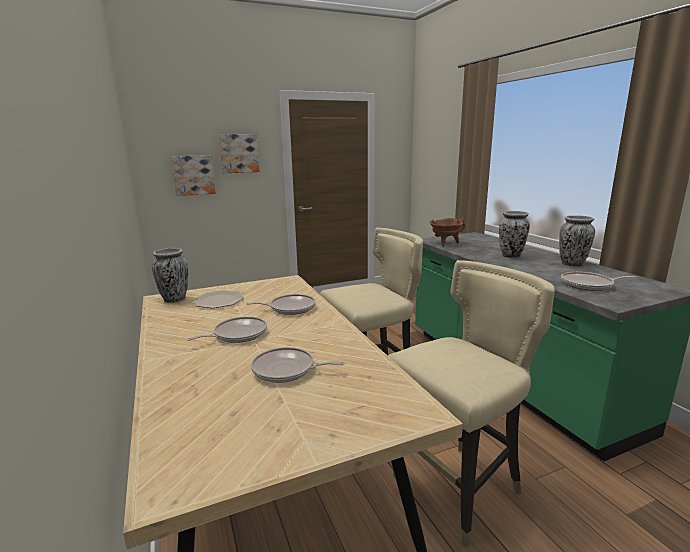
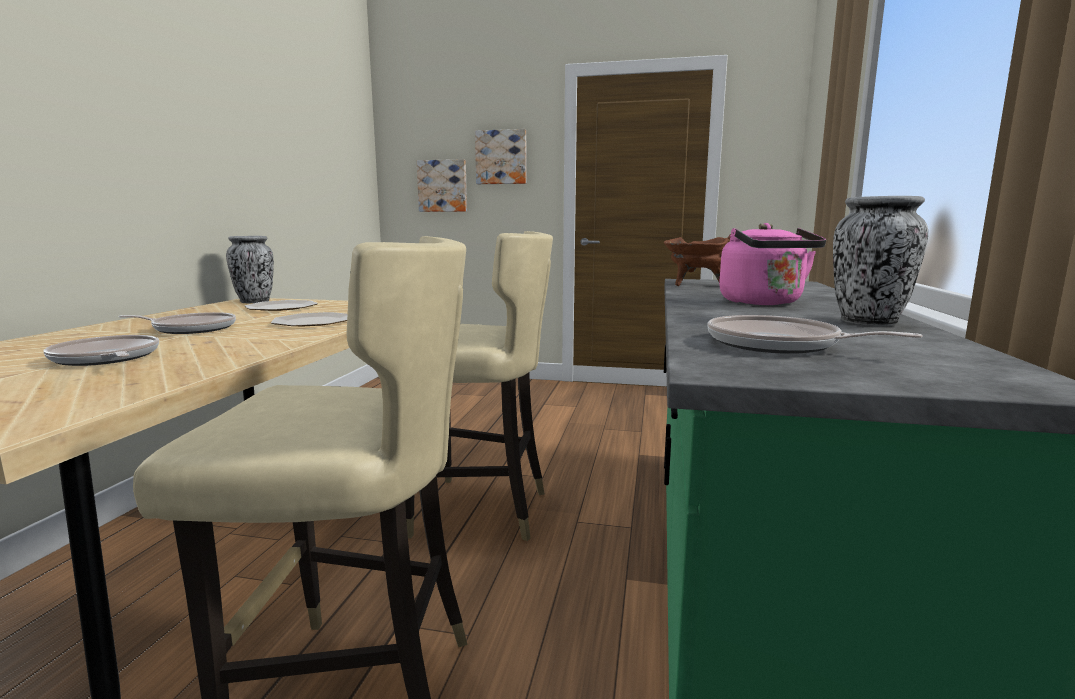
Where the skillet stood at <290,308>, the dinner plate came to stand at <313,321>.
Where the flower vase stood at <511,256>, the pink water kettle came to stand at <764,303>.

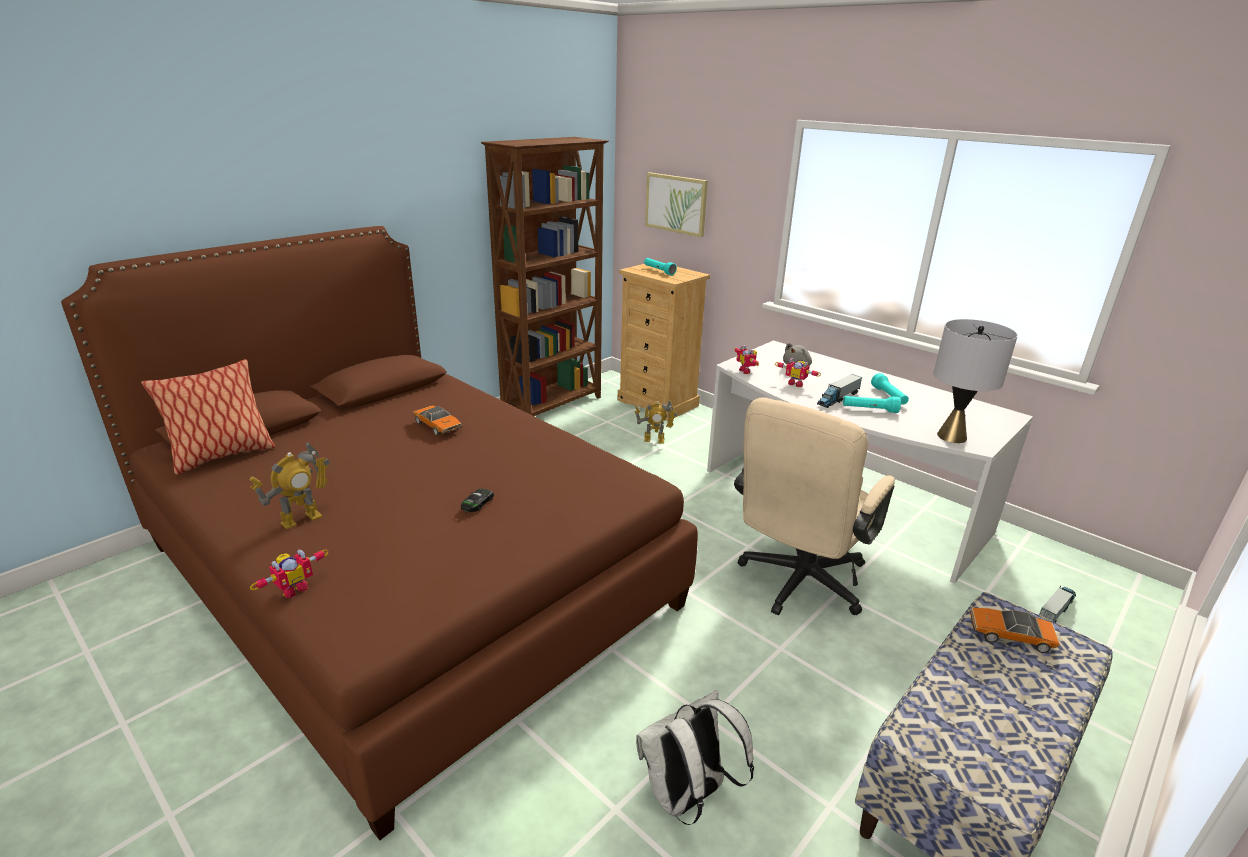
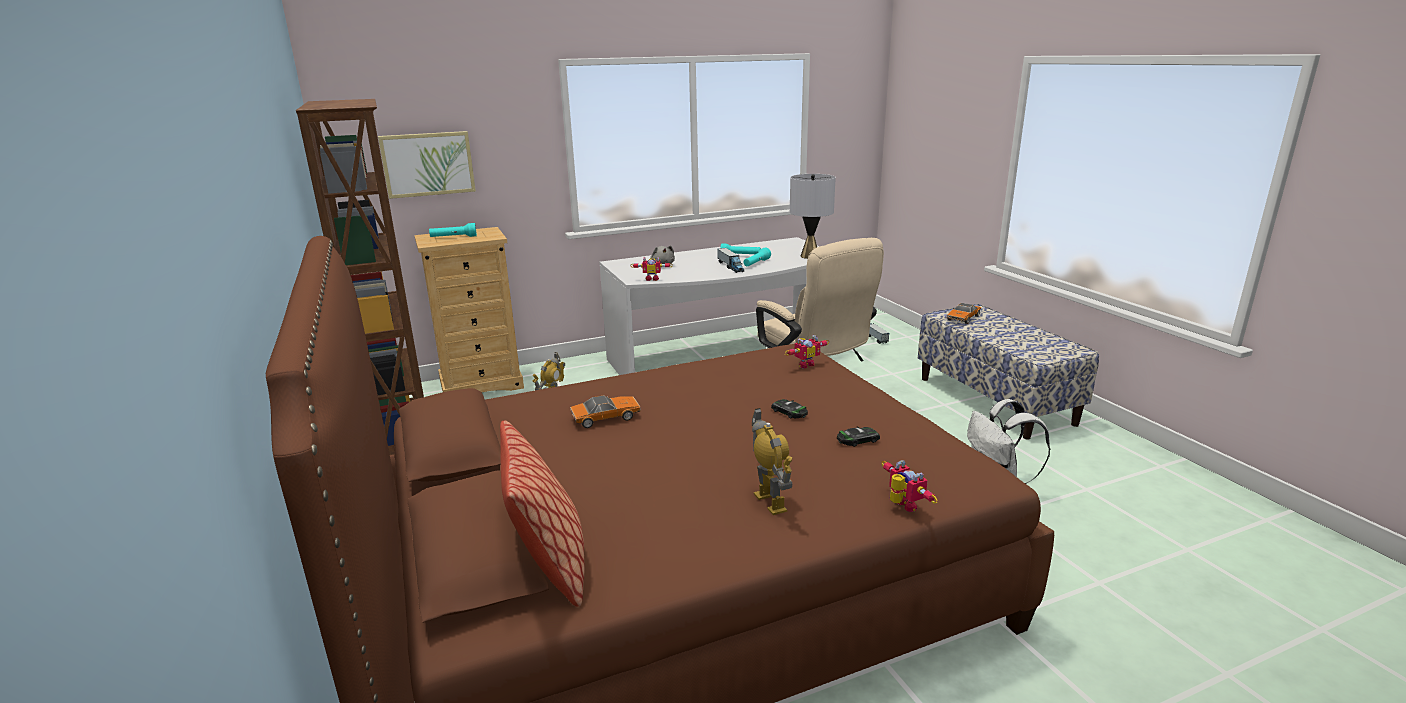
The second view gained the model car at <858,440>.
The toy robot ended up elsewhere, having gone from <796,383> to <804,364>.

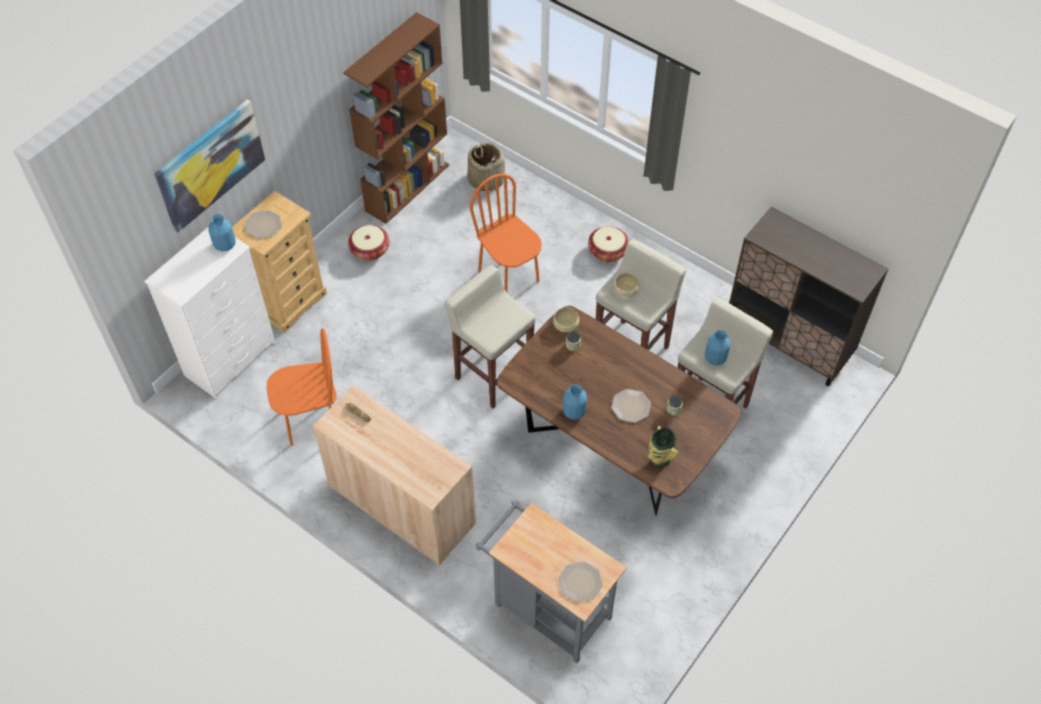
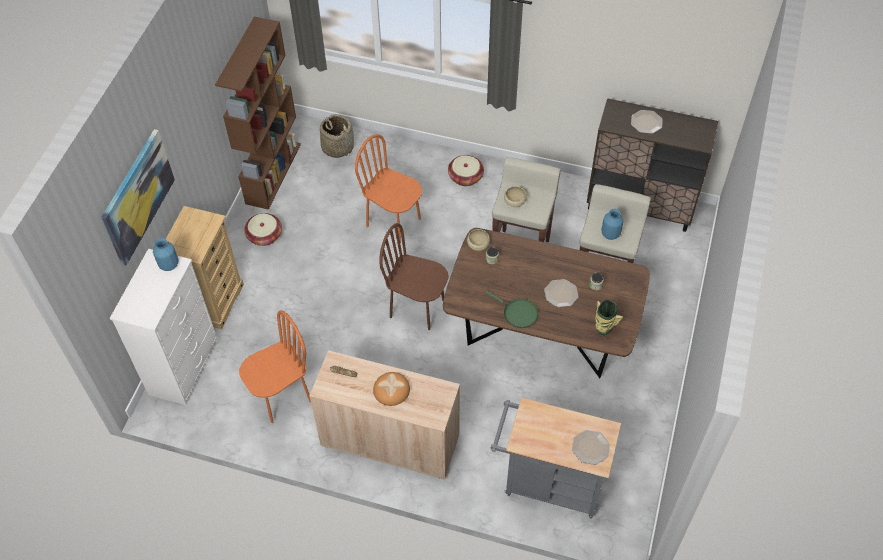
The second view gained the bakery bread at <391,389>.
The dinner plate ended up elsewhere, having gone from <263,225> to <646,122>.
Where the sand-coloured stool seat stood at <492,375>, the brown chair came to stand at <417,308>.
Where the blue flower vase stood at <574,412>, the green skillet came to stand at <518,313>.

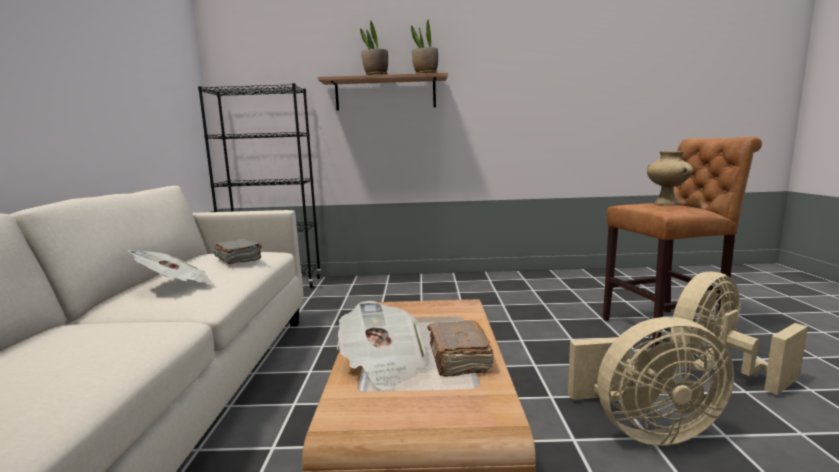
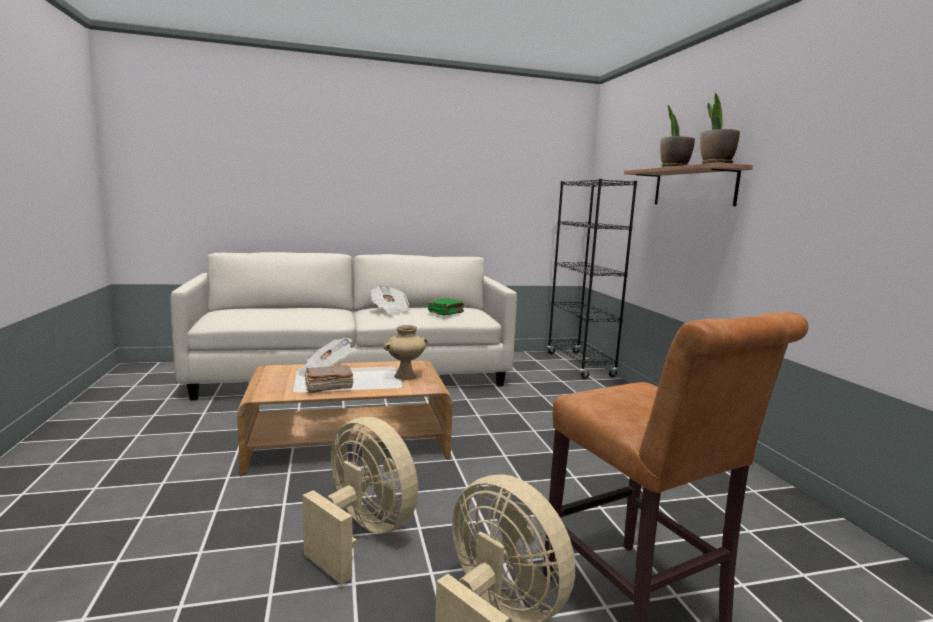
The sand-coloured flower vase ended up elsewhere, having gone from <667,203> to <405,376>.
What was the greyish book at <238,260> turned into the green book at <446,313>.
The sand-coloured fan at <644,429> ended up facing another way, 150 degrees clockwise from before.

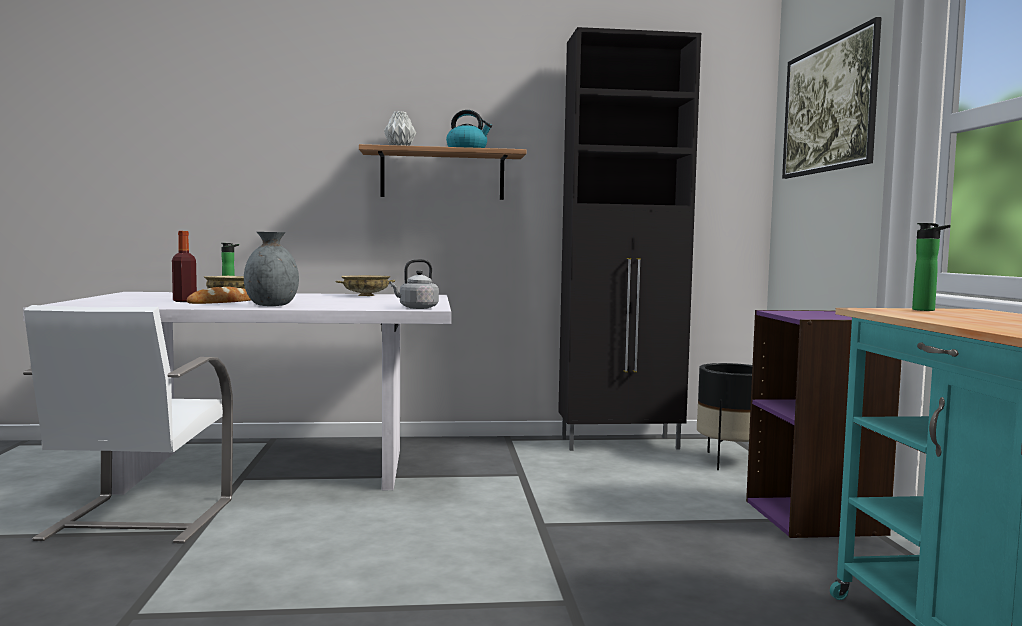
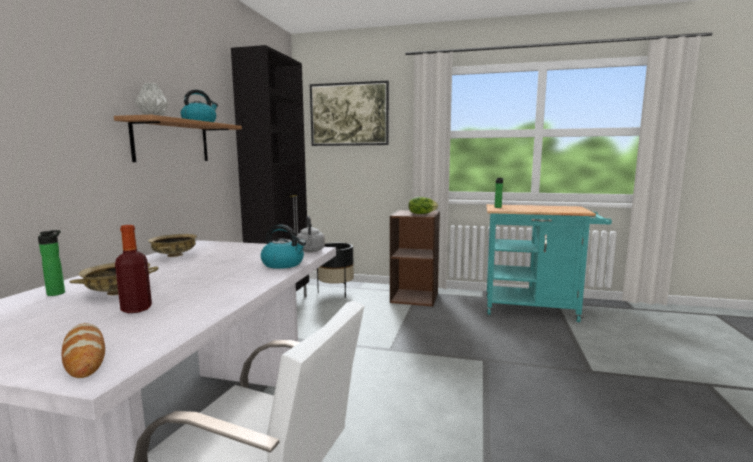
The second view lost the greyish flower vase at <271,305>.
The second view gained the water kettle at <283,264>.
The second view gained the head of lettuce at <421,214>.
The bakery bread ended up elsewhere, having gone from <222,302> to <84,355>.
What was the purple bookshelf at <815,517> turned into the brown bookshelf at <414,297>.

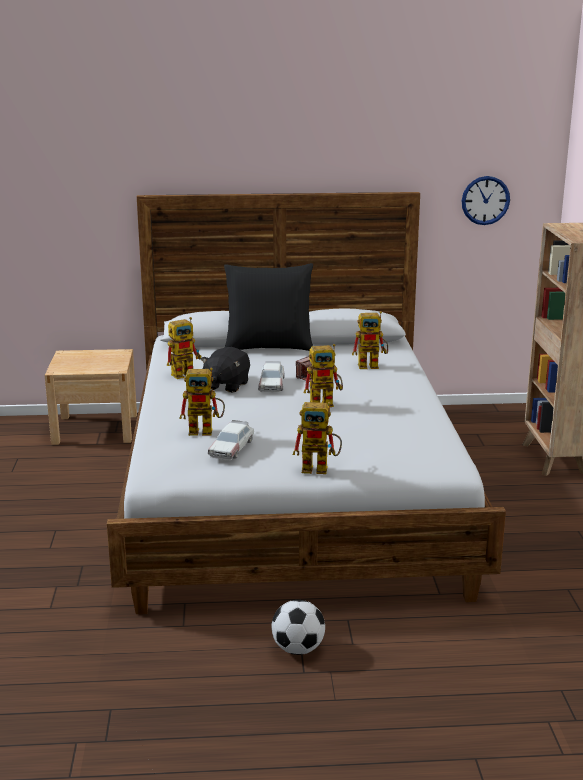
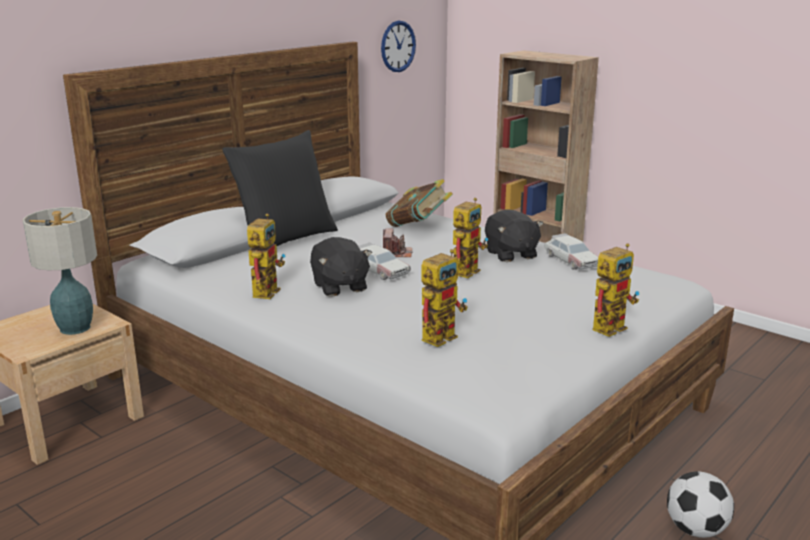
The second view gained the tabletop lamp at <74,328>.
The second view gained the black soft toy at <510,254>.
The model car ended up elsewhere, having gone from <231,448> to <571,260>.
Where the toy robot stood at <373,365>, the book came to stand at <418,227>.

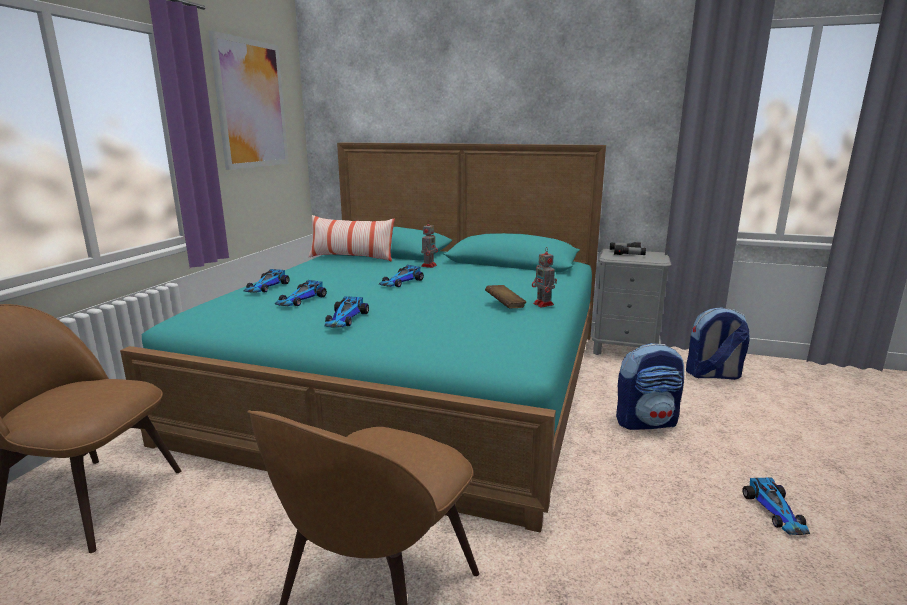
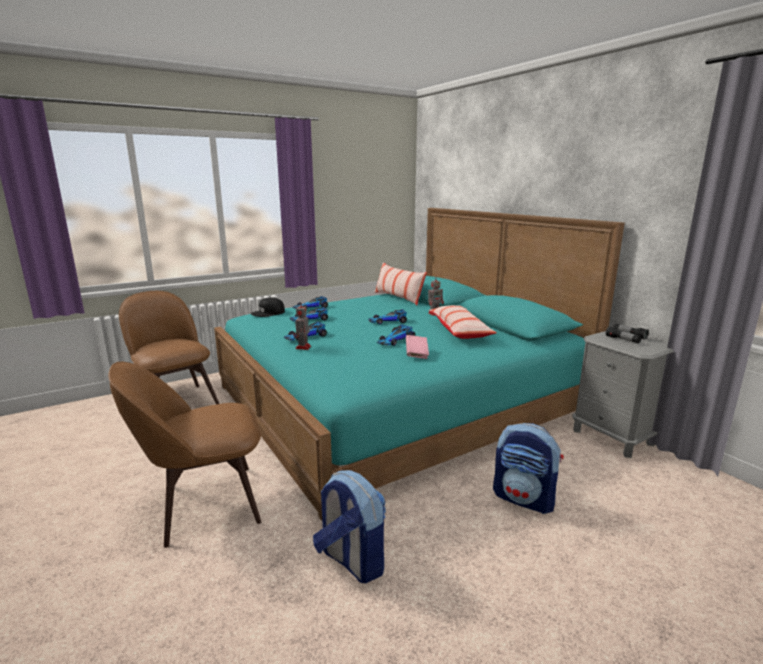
The second view lost the picture at <251,104>.
The second view gained the black peaked cap at <268,313>.
The second view gained the cushion at <459,330>.
The toy robot ended up elsewhere, having gone from <544,304> to <303,348>.
The knapsack ended up elsewhere, having gone from <712,375> to <351,560>.
The model car ended up elsewhere, having gone from <776,511> to <395,340>.
What was the brown book at <505,306> turned into the pink book at <416,354>.

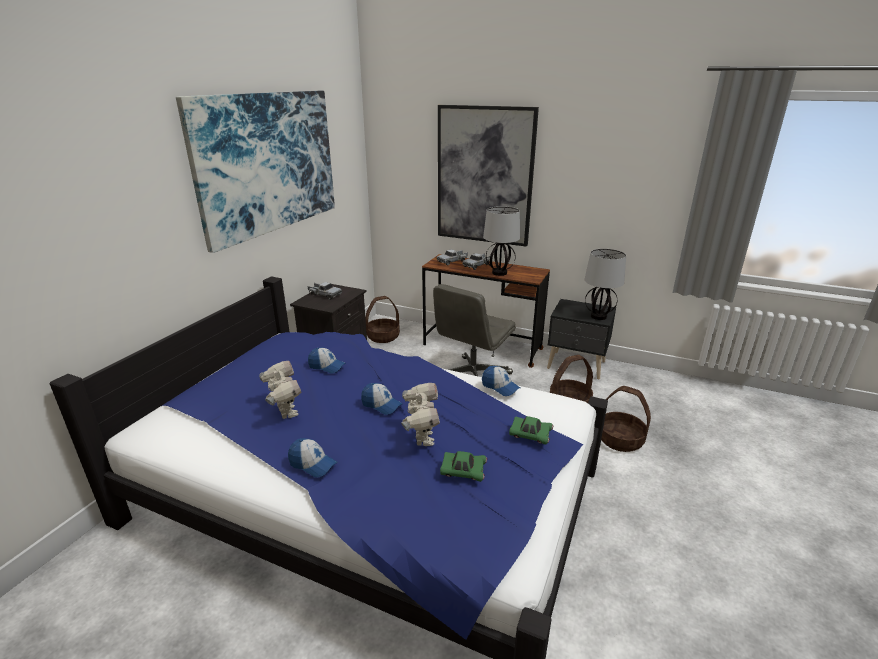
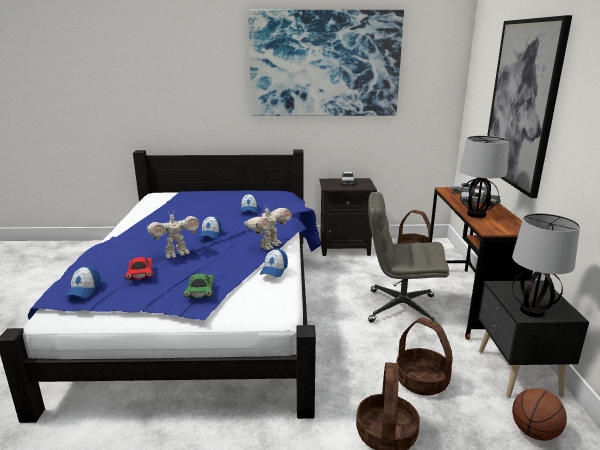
The second view gained the ball for basketball at <534,432>.
The toy robot ended up elsewhere, having gone from <285,412> to <269,246>.
The peaked cap ended up elsewhere, having gone from <312,464> to <84,290>.
What was the green model car at <463,472> turned into the red model car at <140,274>.

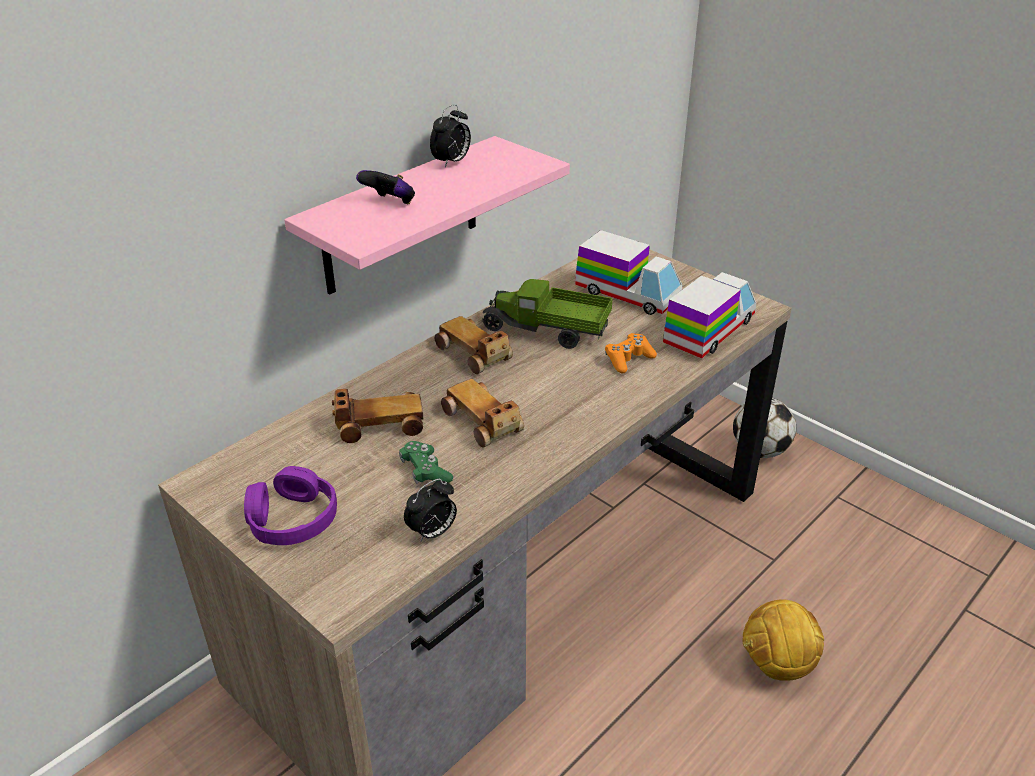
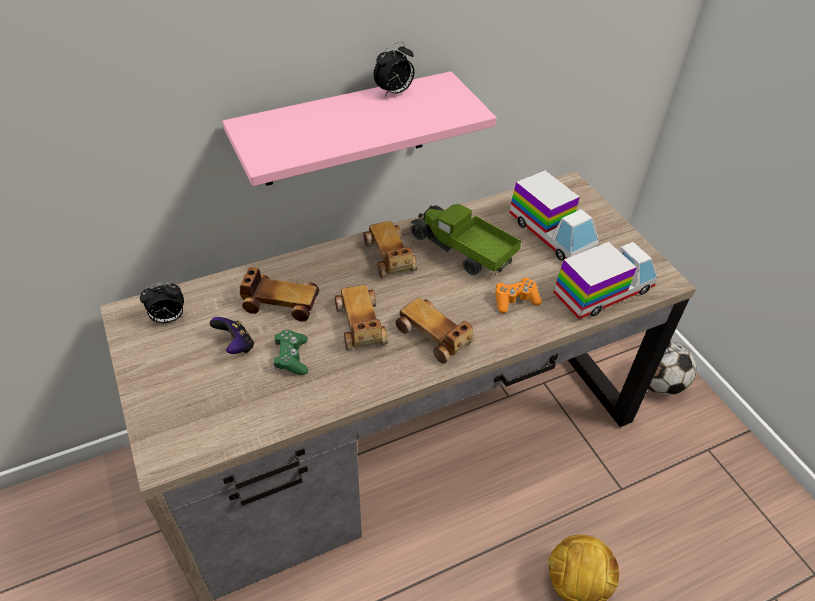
The second view lost the purple pair of headphones at <292,519>.
The second view gained the model car at <434,337>.
The joypad ended up elsewhere, having gone from <390,203> to <236,345>.
The table clock ended up elsewhere, having gone from <432,533> to <168,319>.

